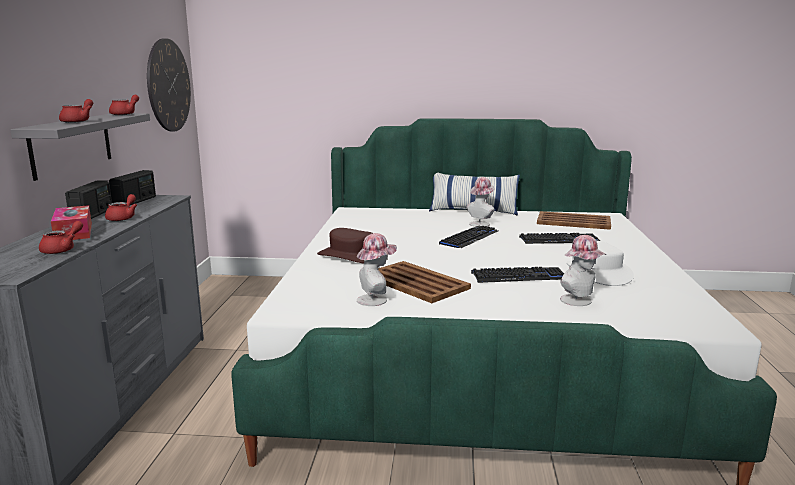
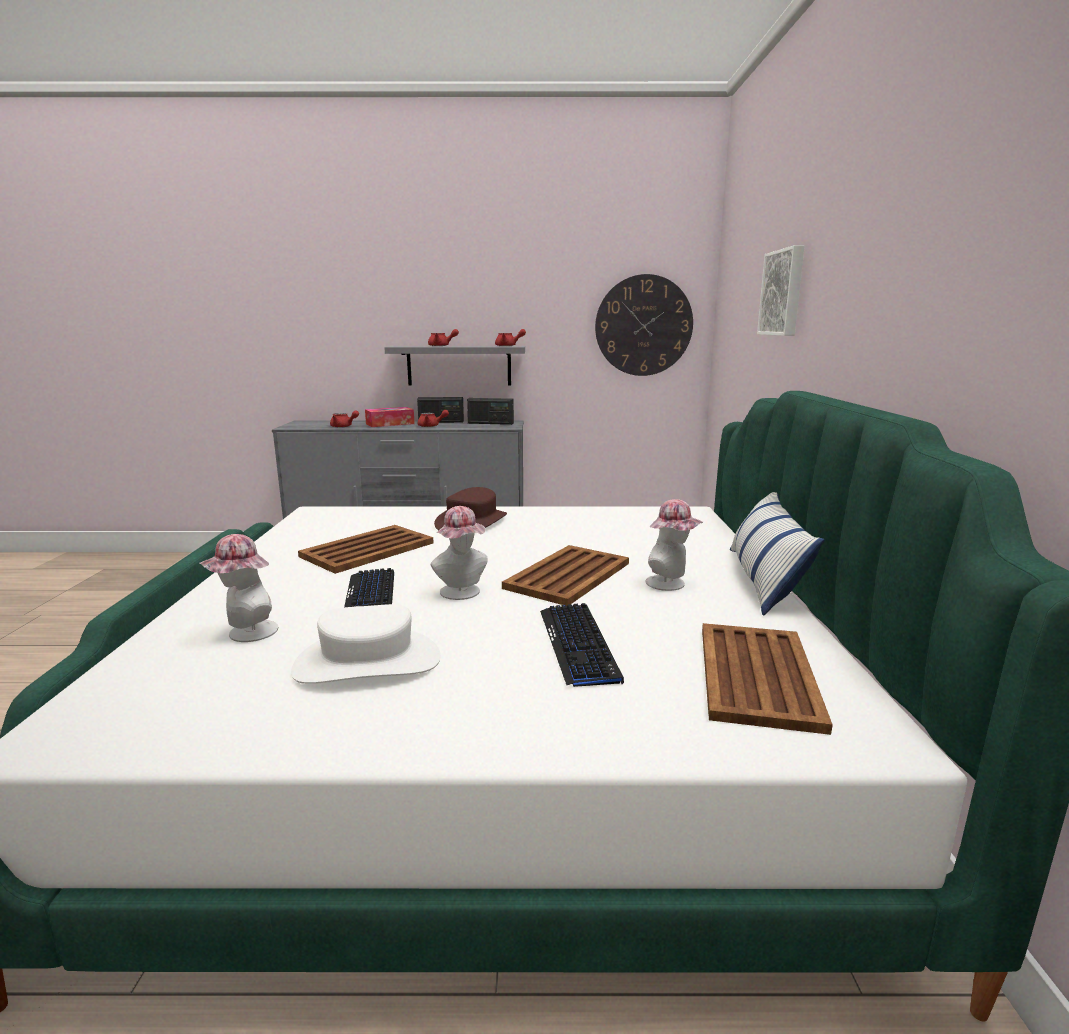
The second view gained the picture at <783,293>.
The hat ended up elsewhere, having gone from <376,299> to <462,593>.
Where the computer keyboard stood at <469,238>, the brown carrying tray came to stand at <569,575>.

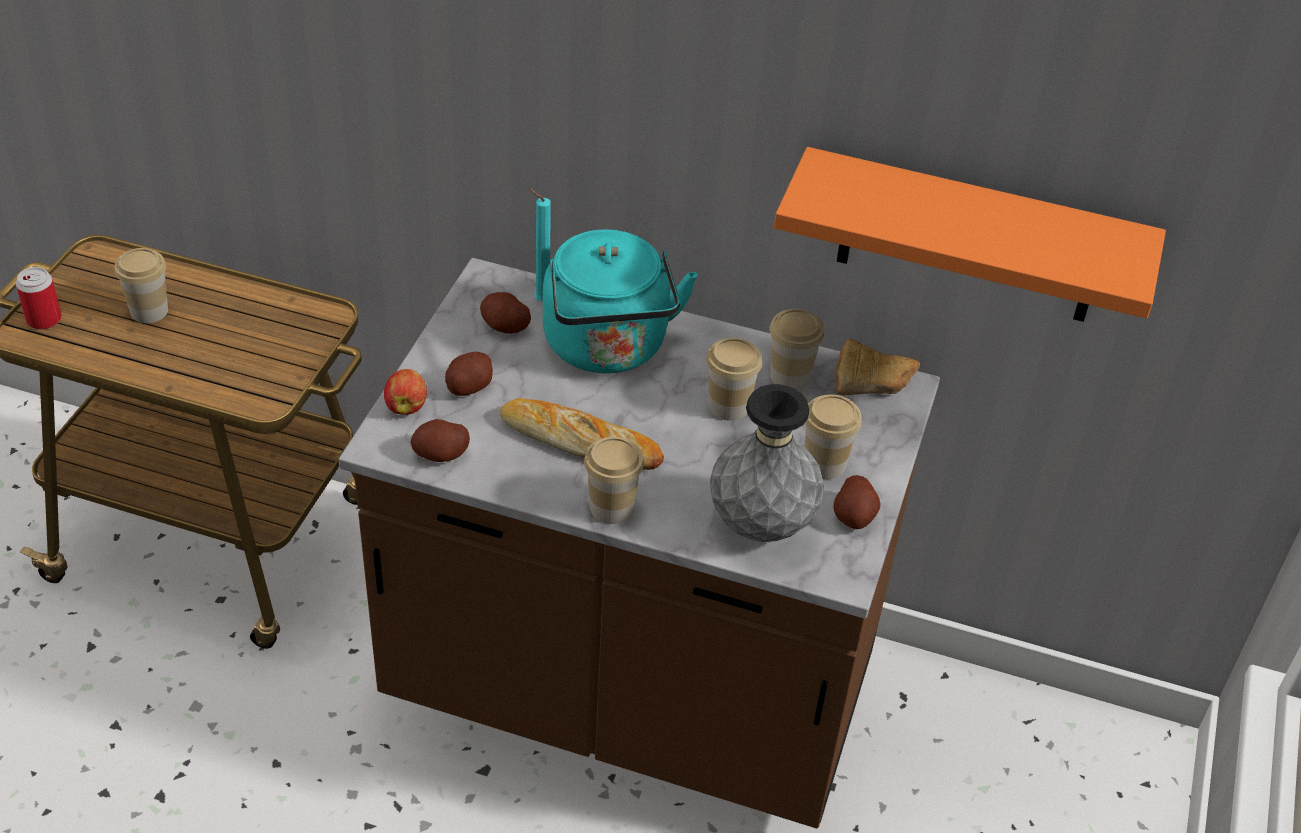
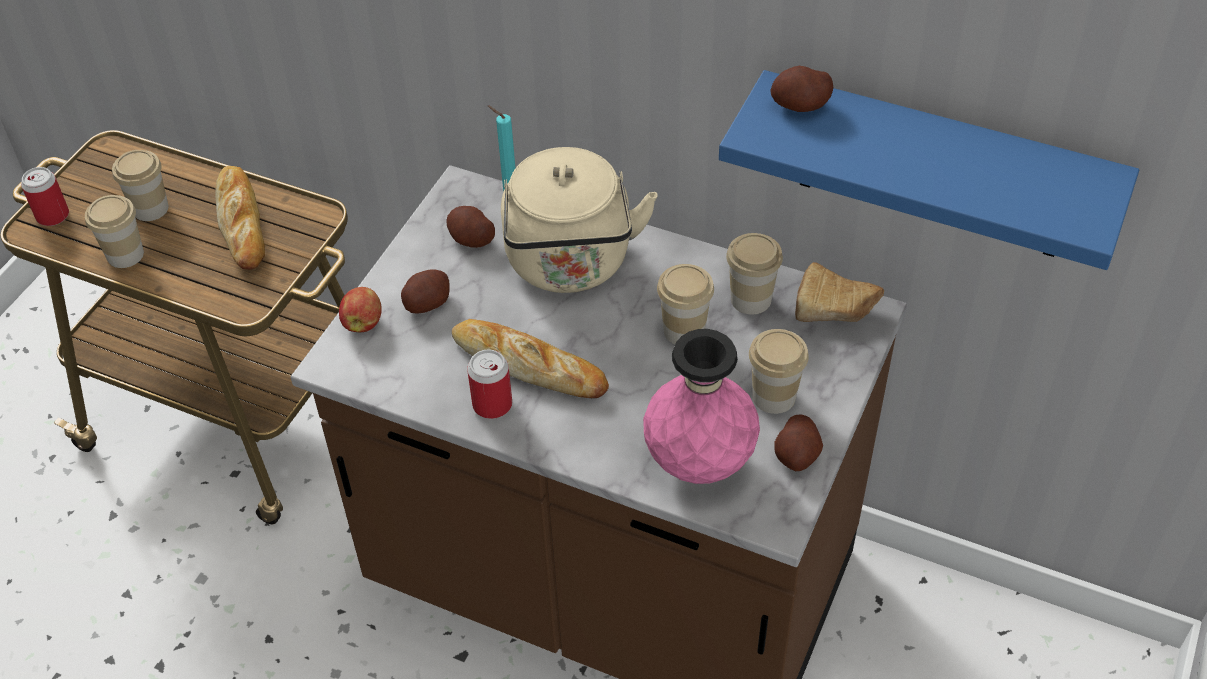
The second view gained the bakery bread at <242,222>.
The second view gained the metal can at <492,404>.
The whole potato ended up elsewhere, having gone from <441,454> to <800,105>.
The drinking cup ended up elsewhere, having gone from <611,507> to <125,255>.
What was the turquoise water kettle at <608,348> turned into the sand-coloured water kettle at <570,265>.
What was the greyish flower vase at <760,525> turned into the pink flower vase at <699,462>.
What was the orange bracket shelf at <970,239> turned into the blue bracket shelf at <934,168>.

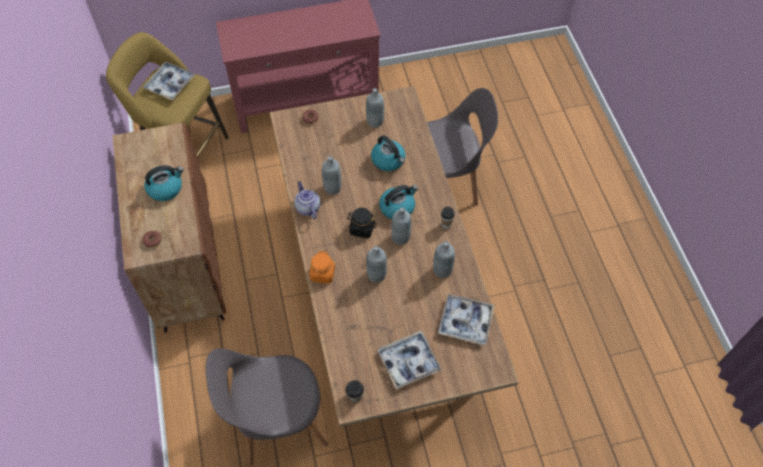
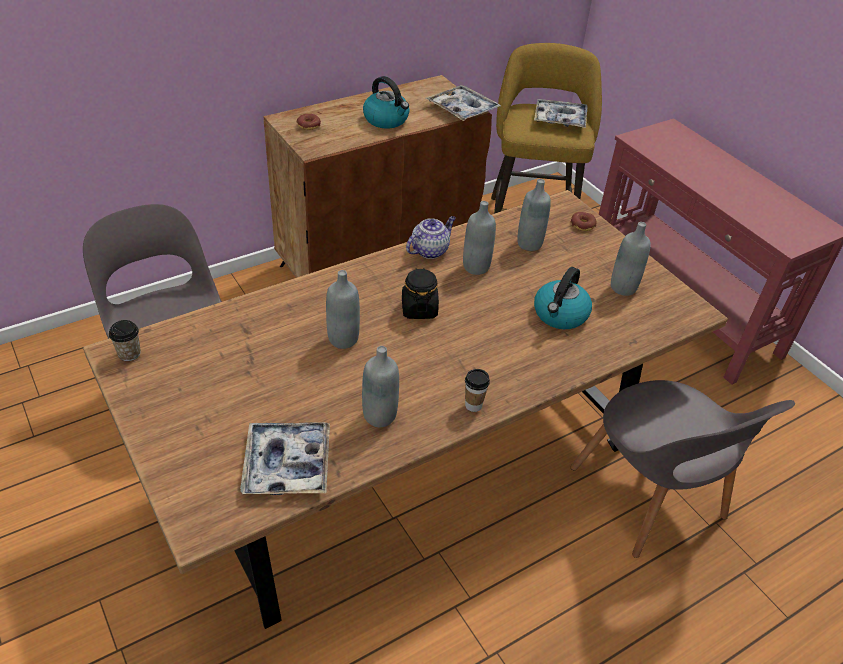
The second view lost the orange jar at <322,274>.
The second view lost the water kettle at <397,207>.
The carrying tray ended up elsewhere, having gone from <409,362> to <462,109>.
The greyish bottle ended up elsewhere, having gone from <400,238> to <529,244>.

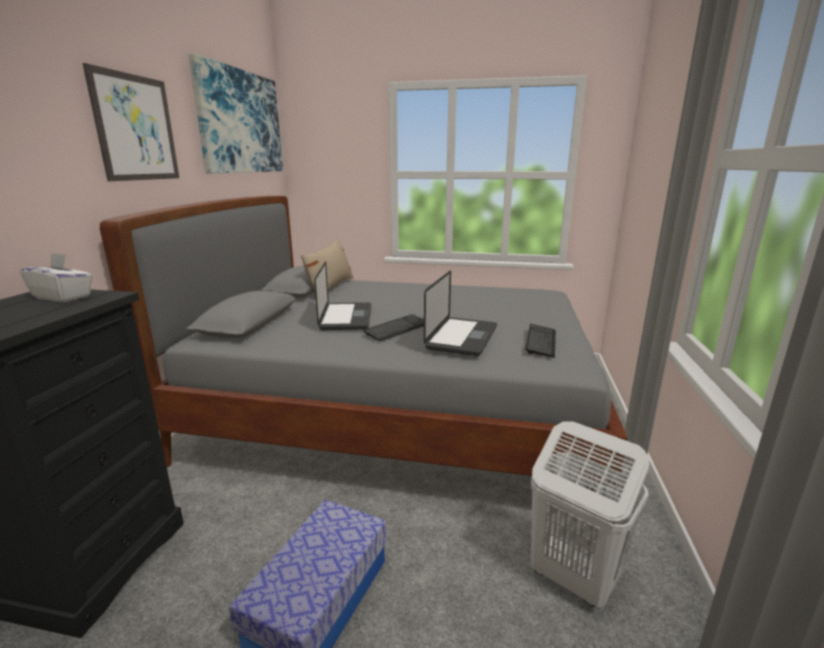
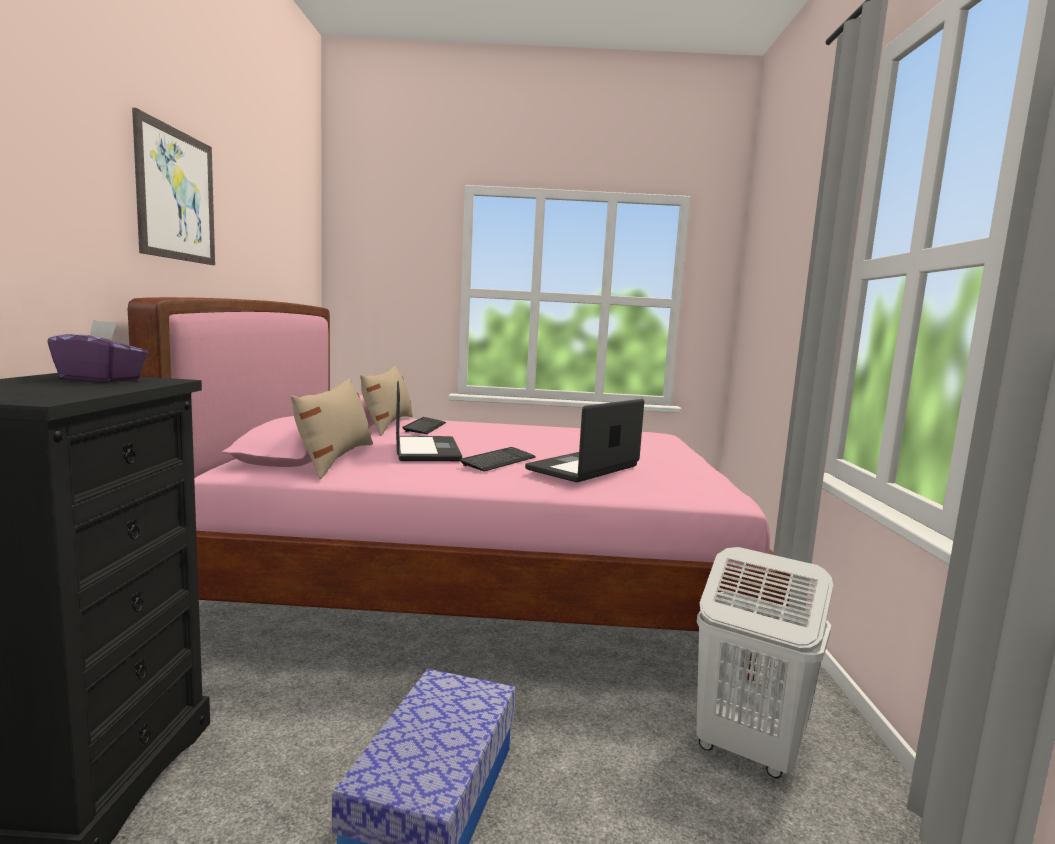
The second view lost the picture at <240,122>.
The second view gained the sand-coloured cushion at <336,459>.
The computer keyboard ended up elsewhere, having gone from <541,341> to <425,427>.
What was the whitish tissue holder at <63,297> turned into the purple tissue holder at <101,379>.
What was the greyish bedroom bed at <397,412> turned into the pink bedroom bed at <480,584>.
The laptop at <462,337> ended up facing another way, 150 degrees counterclockwise from before.

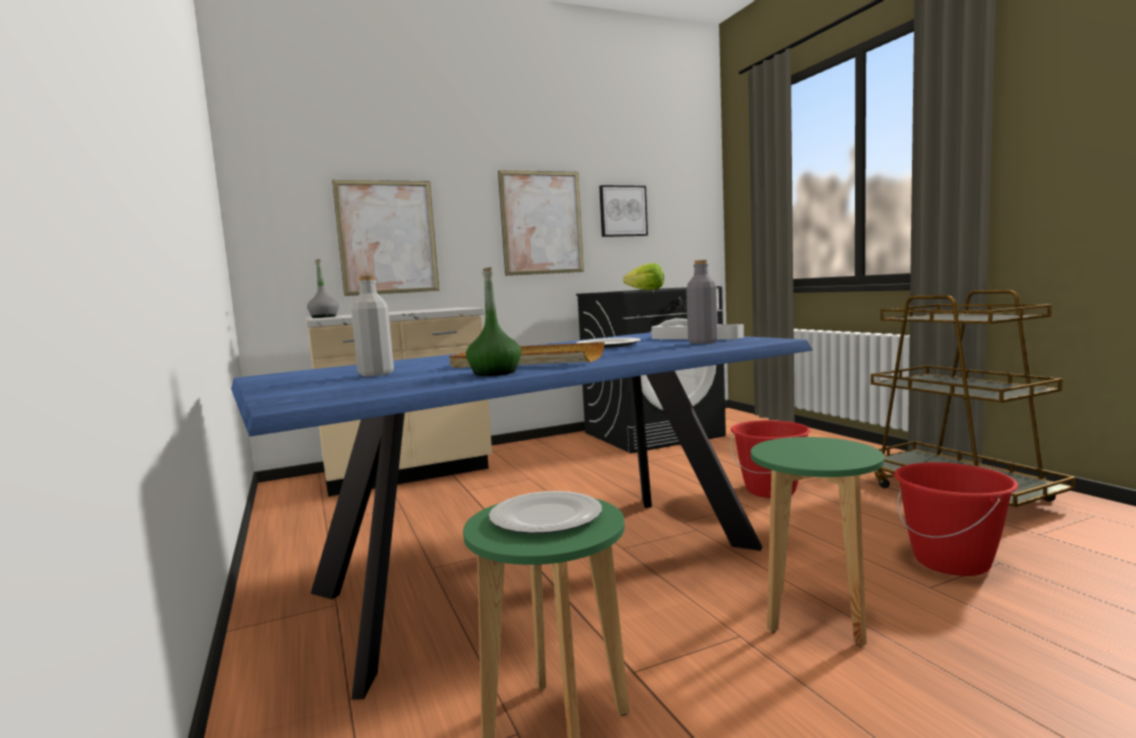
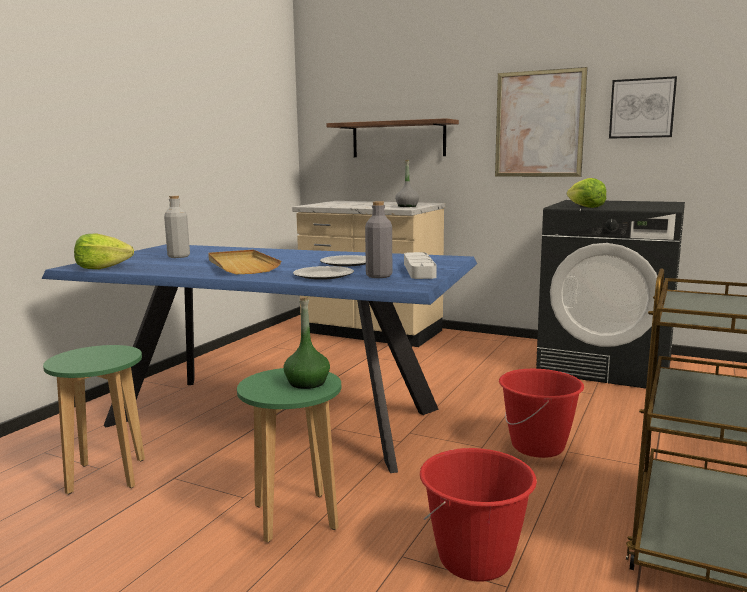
The second view gained the head of lettuce at <102,268>.
The greyish bottle ended up elsewhere, having gone from <324,317> to <407,206>.
The green bottle ended up elsewhere, having gone from <495,373> to <307,383>.
The dinner plate ended up elsewhere, having gone from <547,517> to <324,275>.
Where the picture hung at <387,237>, the bracket shelf came to hang at <398,139>.

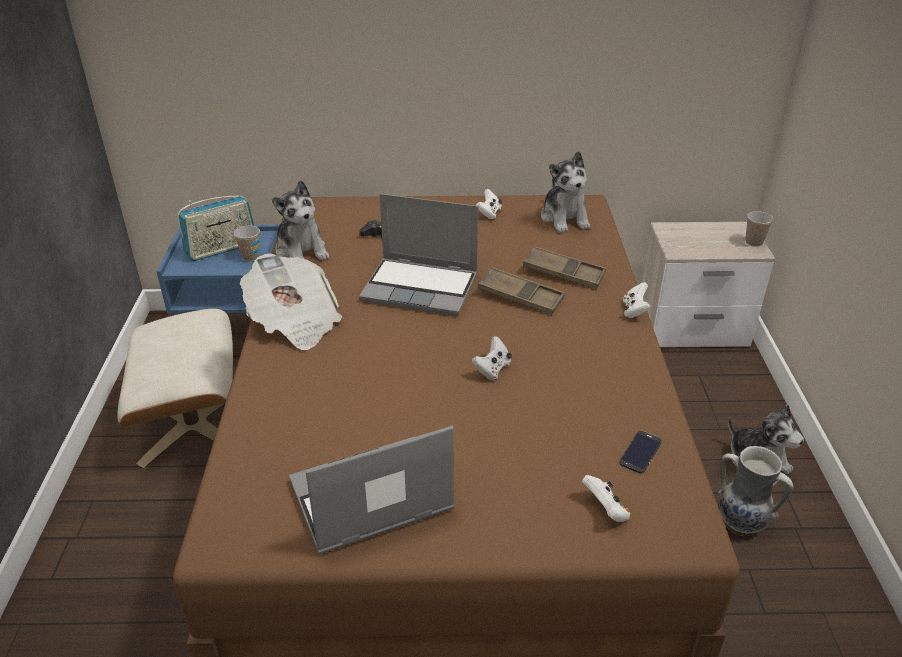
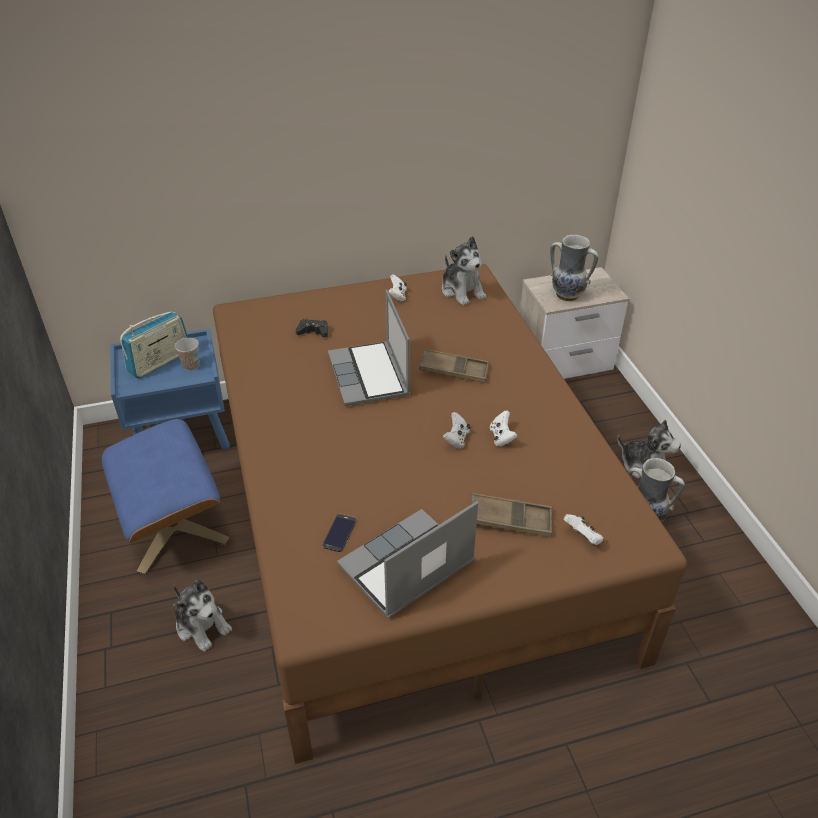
The second view lost the newspaper at <294,322>.
The second view lost the drinking cup at <754,242>.
The second view gained the flower vase at <567,294>.
The soft toy ended up elsewhere, having gone from <302,251> to <202,625>.
The brown carrying tray ended up elsewhere, having gone from <563,273> to <510,519>.
The phone ended up elsewhere, having gone from <640,452> to <339,533>.
The whitish joypad ended up elsewhere, having gone from <634,311> to <501,437>.
What was the sand-coloured footrest at <194,427> turned into the blue footrest at <174,527>.
The laptop at <421,288> ended up facing another way, 75 degrees clockwise from before.

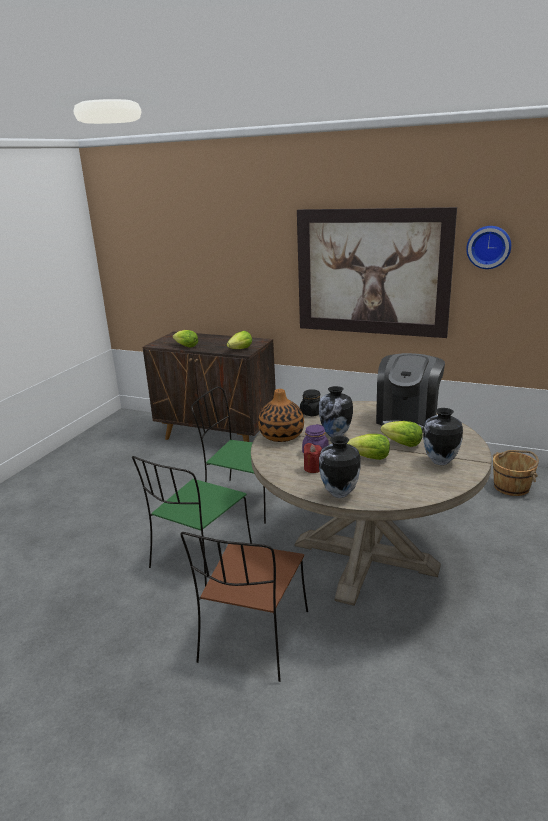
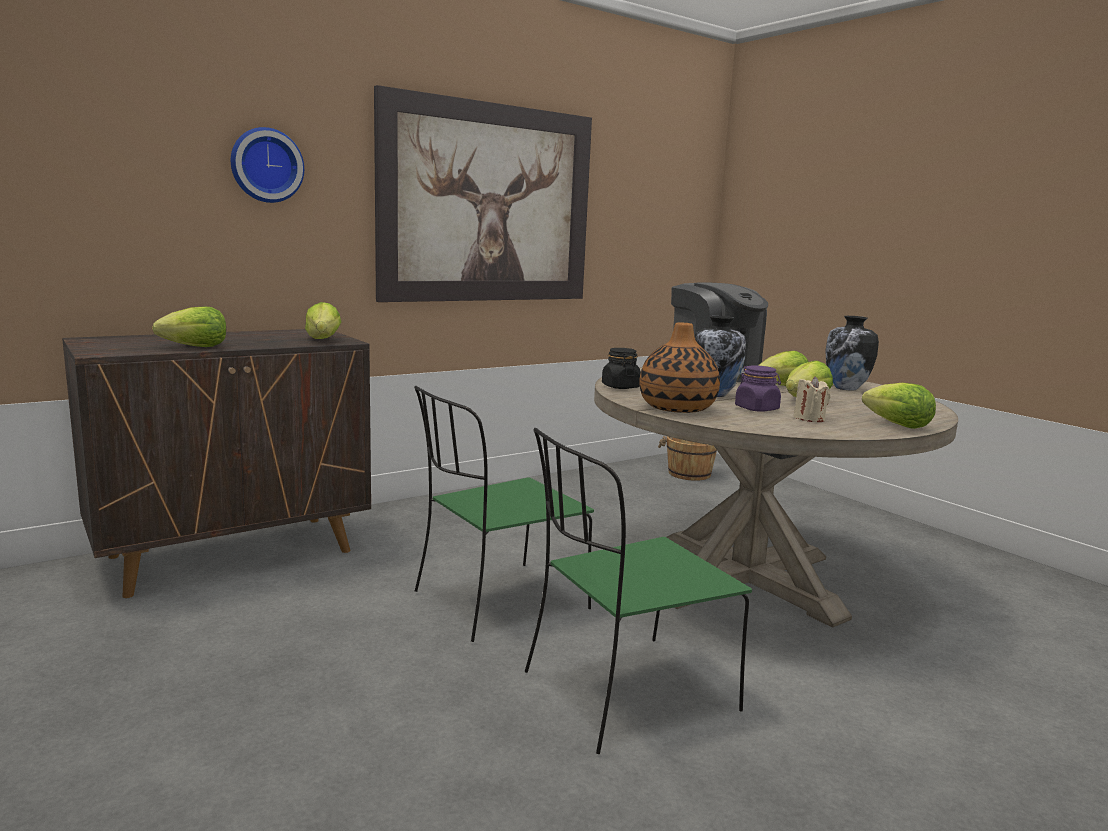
The second view lost the brown chair at <253,638>.
The hanging clock ended up elsewhere, having gone from <488,247> to <266,165>.
Where the flower vase stood at <339,493>, the head of lettuce came to stand at <897,425>.
What was the red wax candle at <313,468> turned into the sand-coloured wax candle at <809,418>.
The green chair at <200,557> ended up facing another way, 90 degrees clockwise from before.

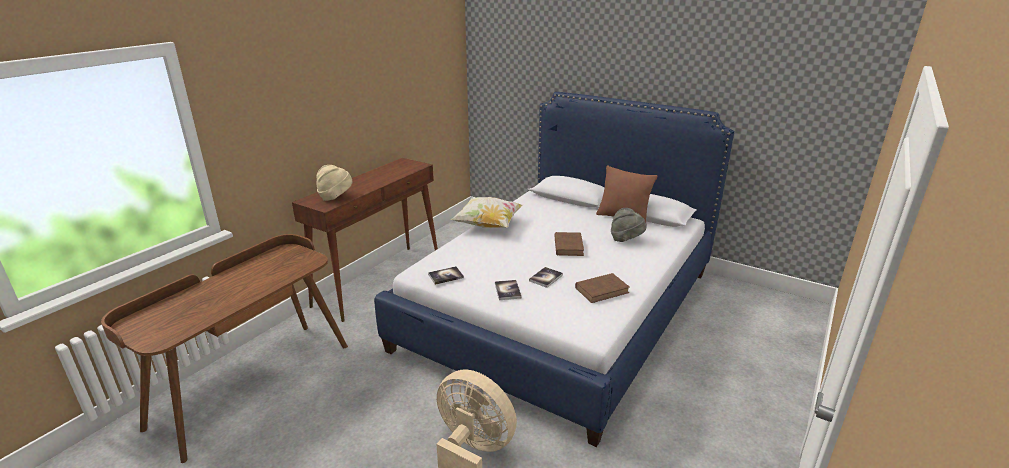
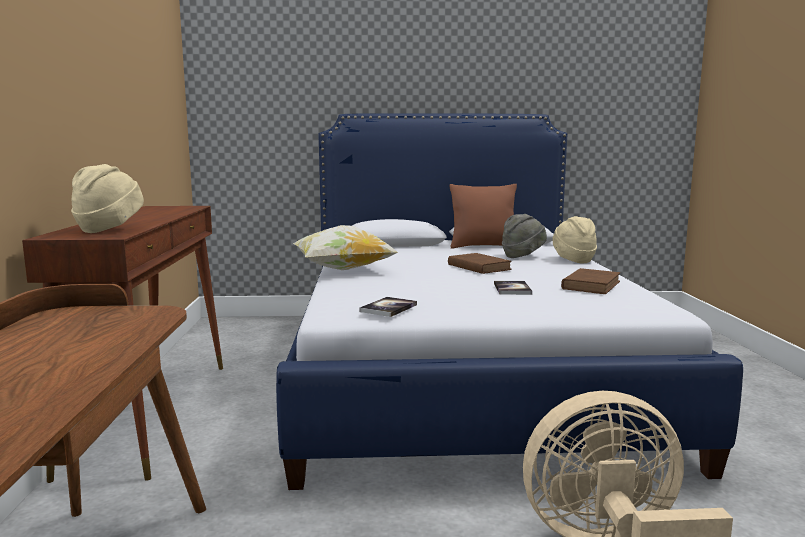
The second view lost the book at <507,290>.
The second view gained the sand-coloured hat at <573,260>.

